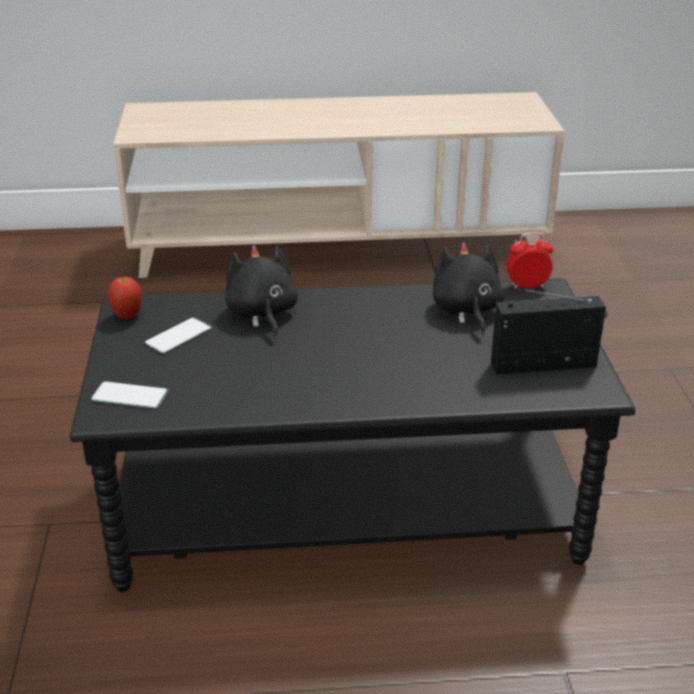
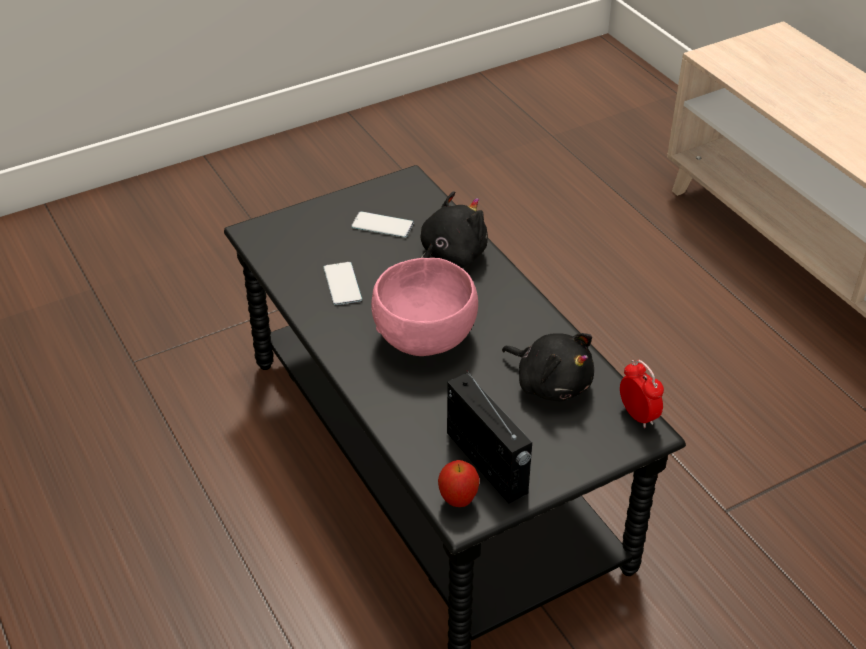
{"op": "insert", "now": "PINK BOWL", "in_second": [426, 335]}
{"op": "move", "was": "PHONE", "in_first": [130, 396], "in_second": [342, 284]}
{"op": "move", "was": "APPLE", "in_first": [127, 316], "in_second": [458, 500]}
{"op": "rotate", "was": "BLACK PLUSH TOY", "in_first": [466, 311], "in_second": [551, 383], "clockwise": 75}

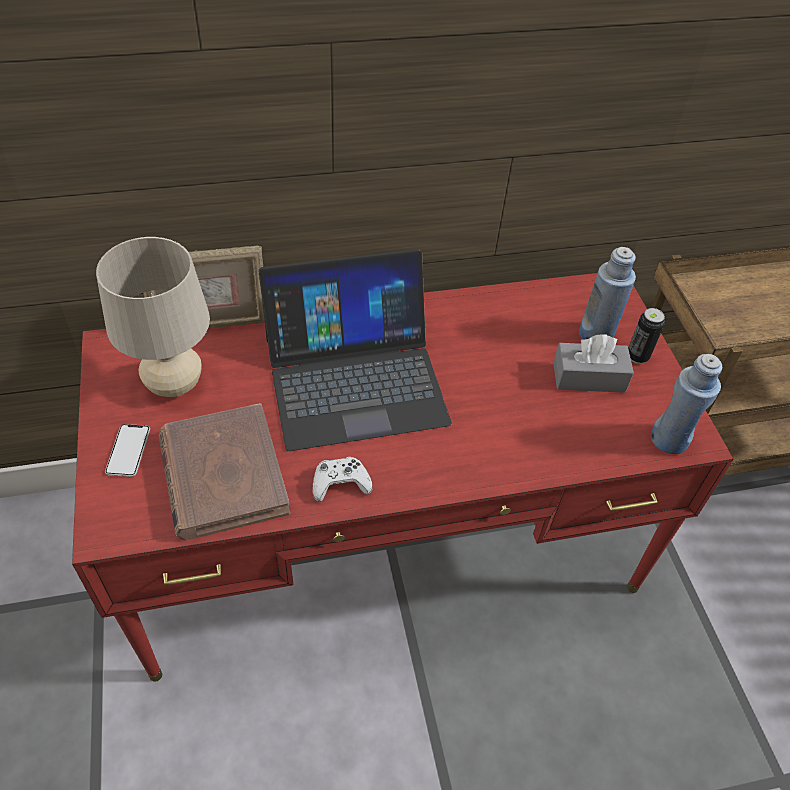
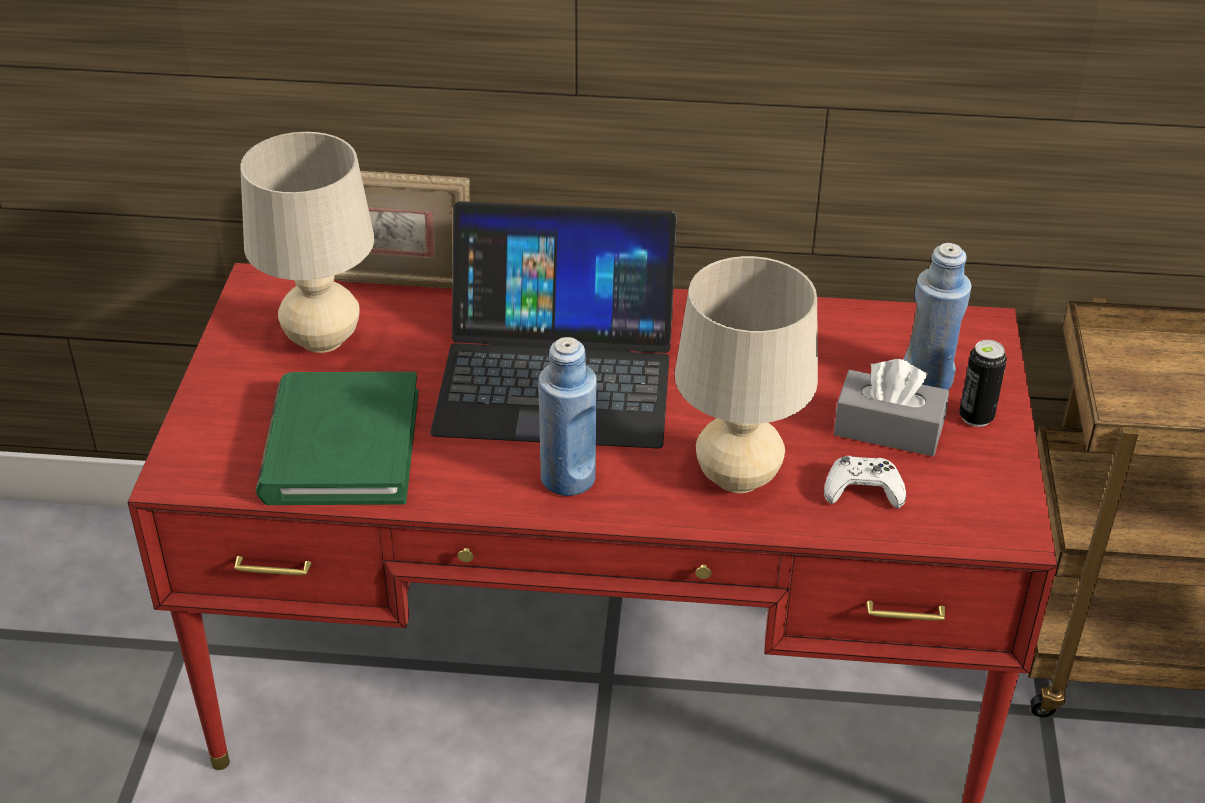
{"op": "delete", "was": "PHONE", "in_first": [128, 451]}
{"op": "insert", "now": "BEIGE TABLE LAMP", "in_second": [738, 477]}
{"op": "move", "was": "WHITE GAME CONTROLLER", "in_first": [340, 483], "in_second": [863, 490]}
{"op": "move", "was": "BLUE BOTTLE", "in_first": [669, 439], "in_second": [568, 478]}
{"op": "recolor", "was": "BROWN BOOK", "now": "GREEN BOOK", "in_first": [223, 475], "in_second": [341, 446]}

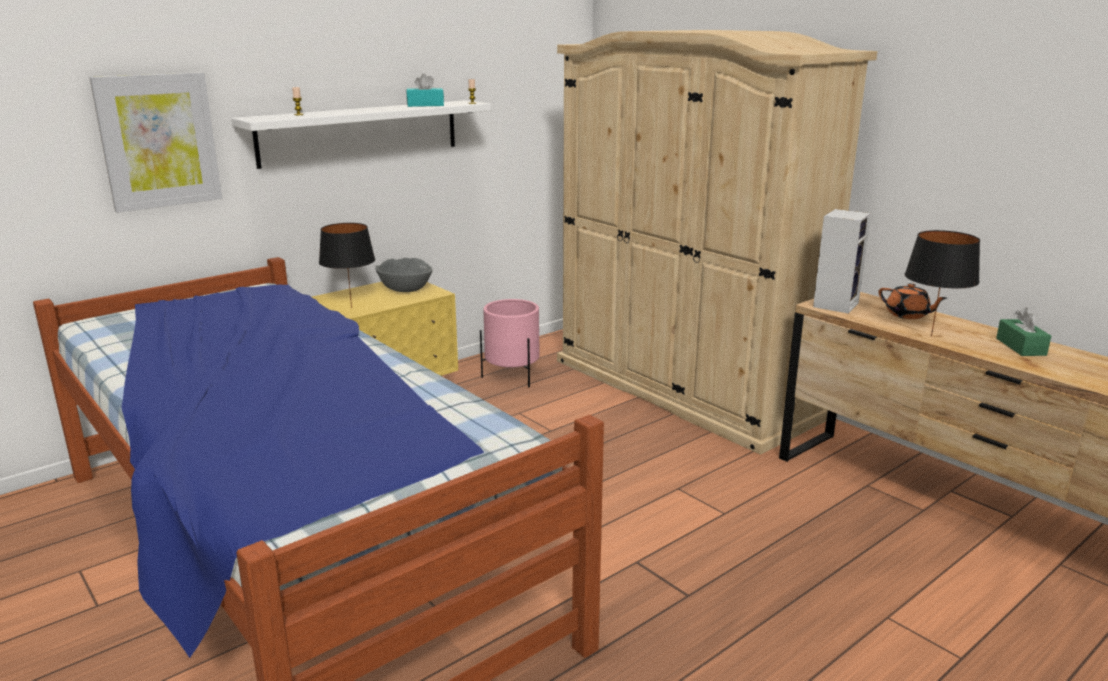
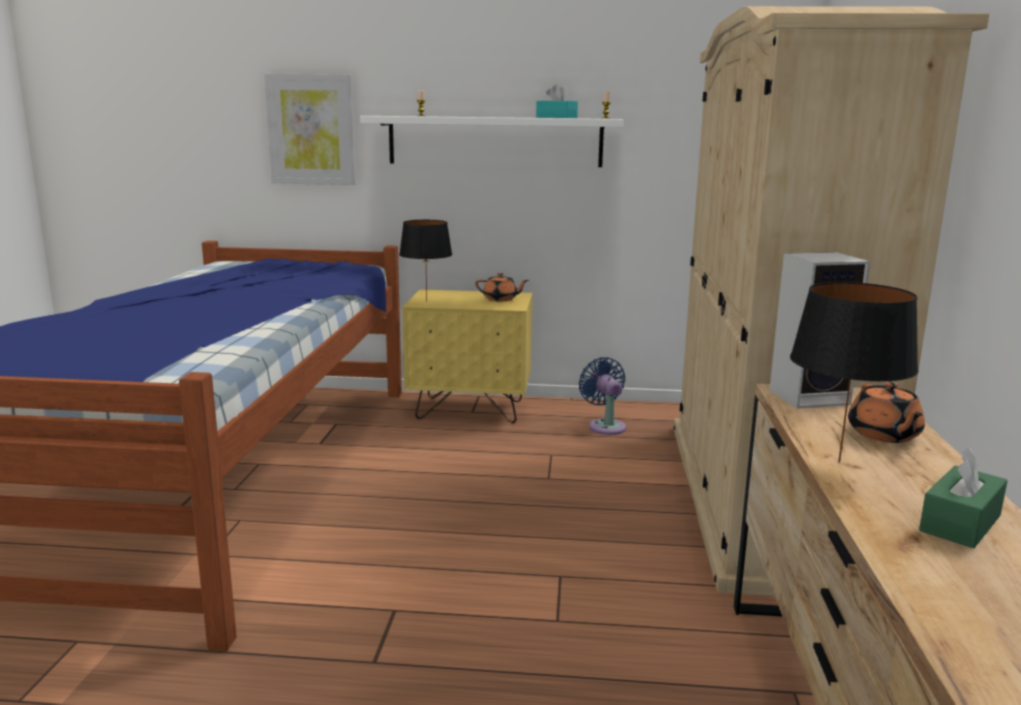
{"op": "replace", "was": "GREY BOWL", "now": "ORANGE TEAPOT", "in_first": [406, 288], "in_second": [501, 299]}
{"op": "replace", "was": "PINK PLANTER", "now": "BLUE FAN", "in_first": [512, 376], "in_second": [605, 426]}

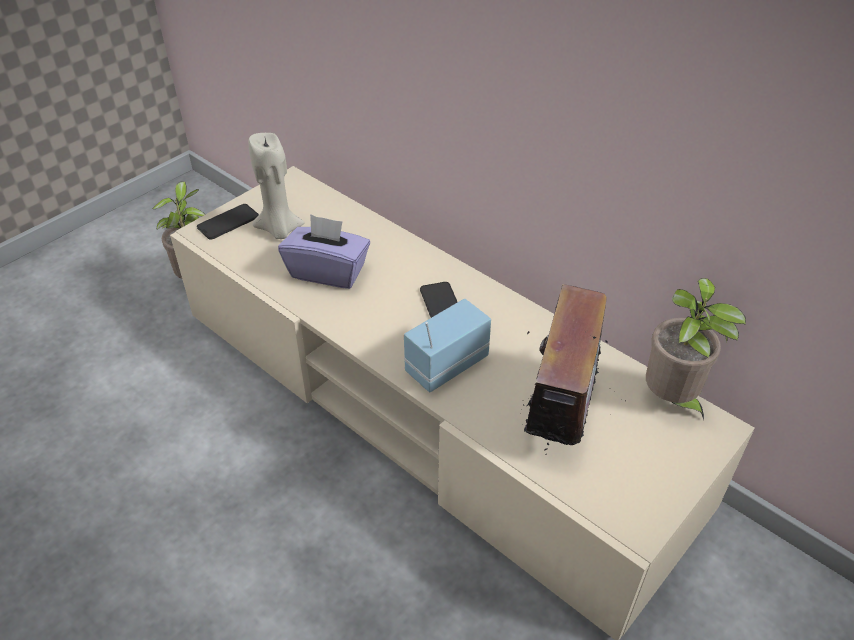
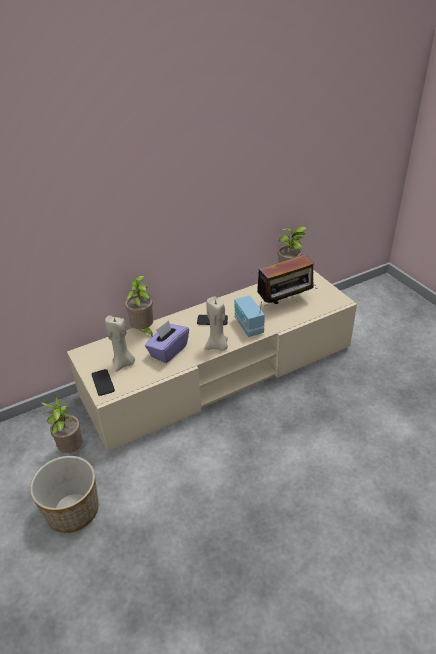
{"op": "insert", "now": "PLANTER", "in_second": [73, 510]}
{"op": "insert", "now": "POTTED PLANT", "in_second": [143, 331]}
{"op": "insert", "now": "BEIGE CANDLE", "in_second": [217, 346]}
{"op": "rotate", "was": "RADIO", "in_first": [561, 412], "in_second": [285, 303], "clockwise": 120}

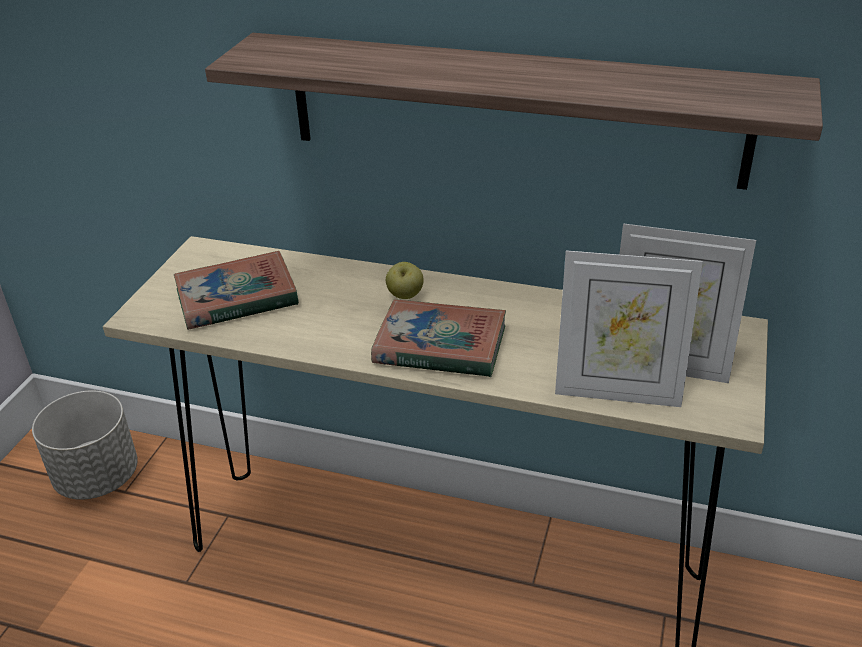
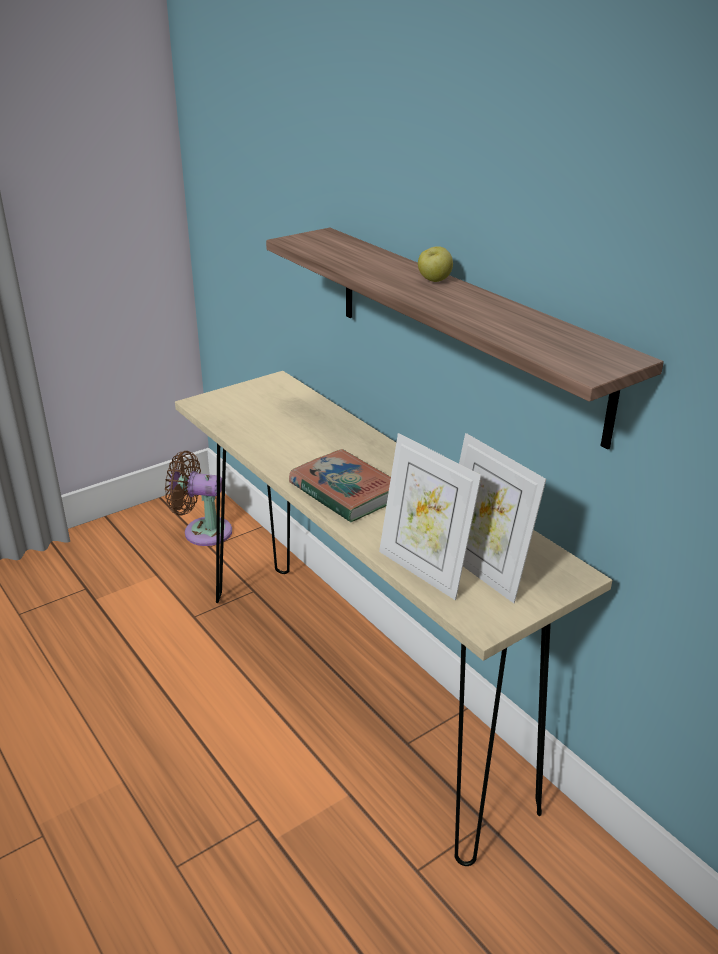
{"op": "delete", "was": "BOOK", "in_first": [237, 298]}
{"op": "move", "was": "APPLE", "in_first": [405, 296], "in_second": [434, 281]}
{"op": "replace", "was": "GREY PLANTER", "now": "BROWN FAN", "in_first": [98, 477], "in_second": [203, 531]}

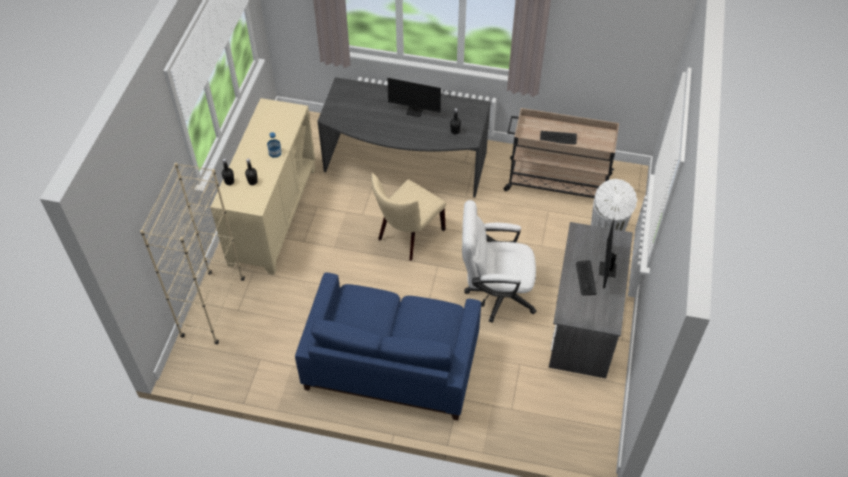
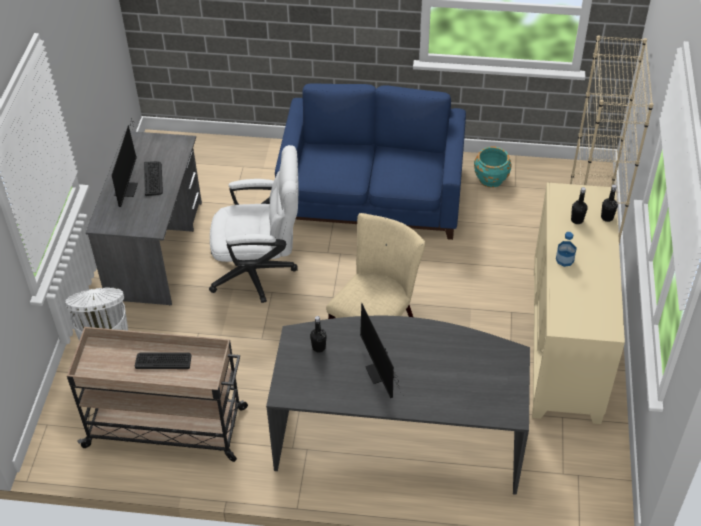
{"op": "insert", "now": "TURQUOISE PLANTER", "in_second": [491, 179]}
{"op": "rotate", "was": "MONITOR", "in_first": [417, 112], "in_second": [380, 375], "clockwise": -120}

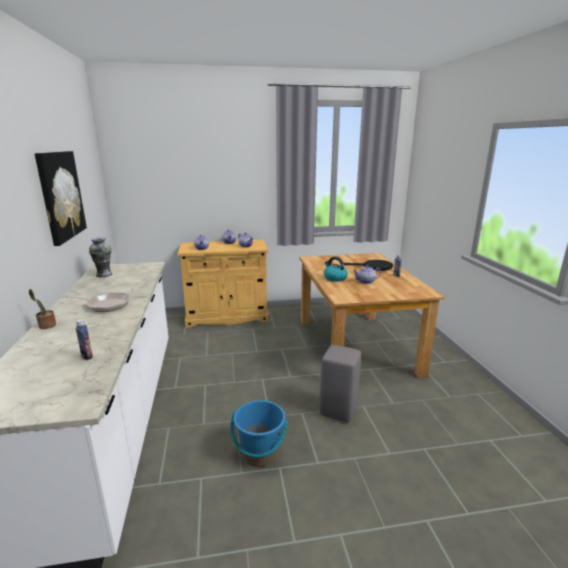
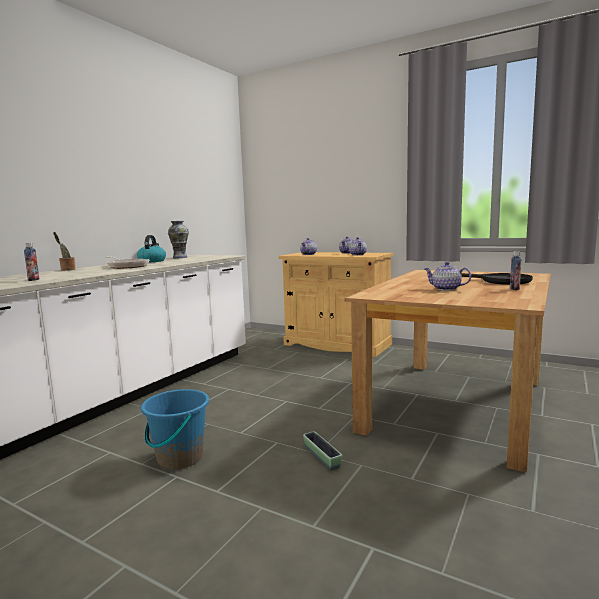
{"op": "delete", "was": "PICTURE", "in_first": [60, 195]}
{"op": "move", "was": "KETTLE", "in_first": [334, 278], "in_second": [152, 261]}
{"op": "replace", "was": "GREY STOOL", "now": "PLANTER", "in_first": [339, 411], "in_second": [322, 457]}

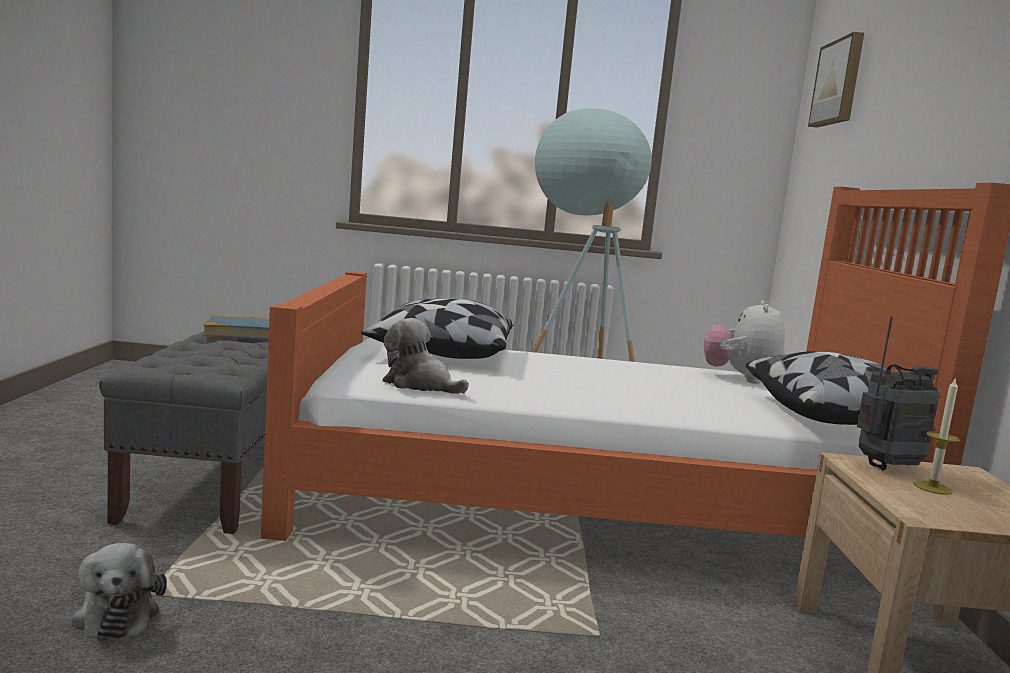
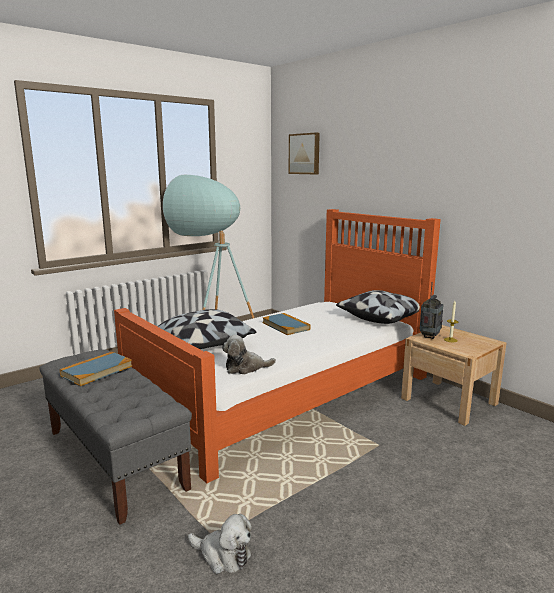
{"op": "delete", "was": "PLUSH TOY", "in_first": [740, 378]}
{"op": "insert", "now": "BOOK", "in_second": [286, 326]}

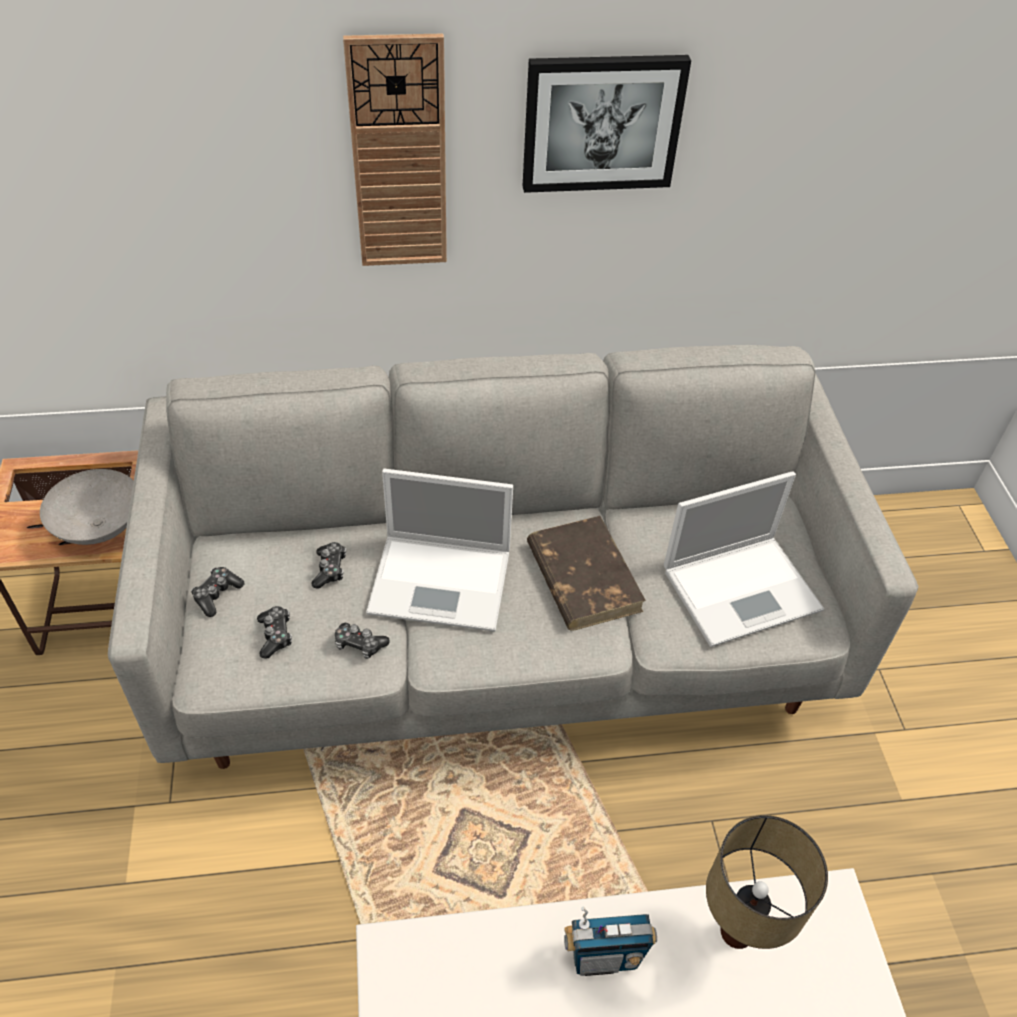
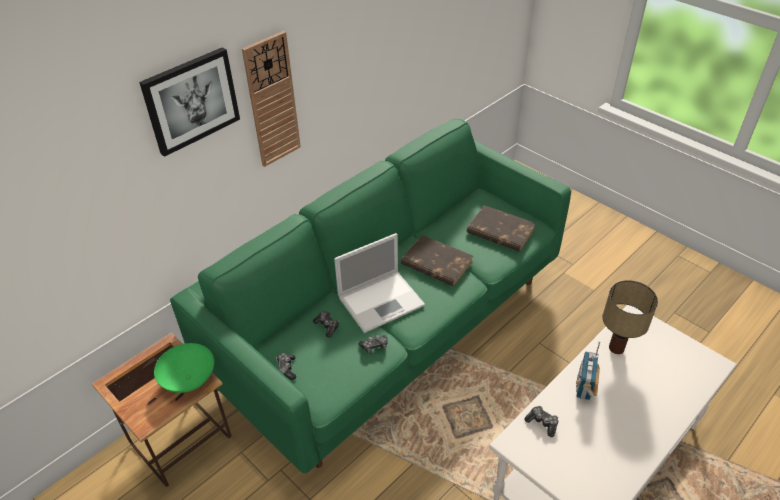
{"op": "move", "was": "GAME CONTROLLER", "in_first": [275, 635], "in_second": [542, 423]}
{"op": "move", "was": "PICTURE", "in_first": [602, 123], "in_second": [191, 100]}
{"op": "replace", "was": "LAPTOP", "now": "BROWN BOOK", "in_first": [743, 588], "in_second": [500, 231]}
{"op": "recolor", "was": "GREY BOWL", "now": "GREEN BOWL", "in_first": [101, 527], "in_second": [190, 379]}
{"op": "recolor", "was": "GREY SOFA", "now": "GREEN SOFA", "in_first": [503, 640], "in_second": [391, 330]}
{"op": "rotate", "was": "RADIO", "in_first": [604, 956], "in_second": [584, 388], "clockwise": 150}

